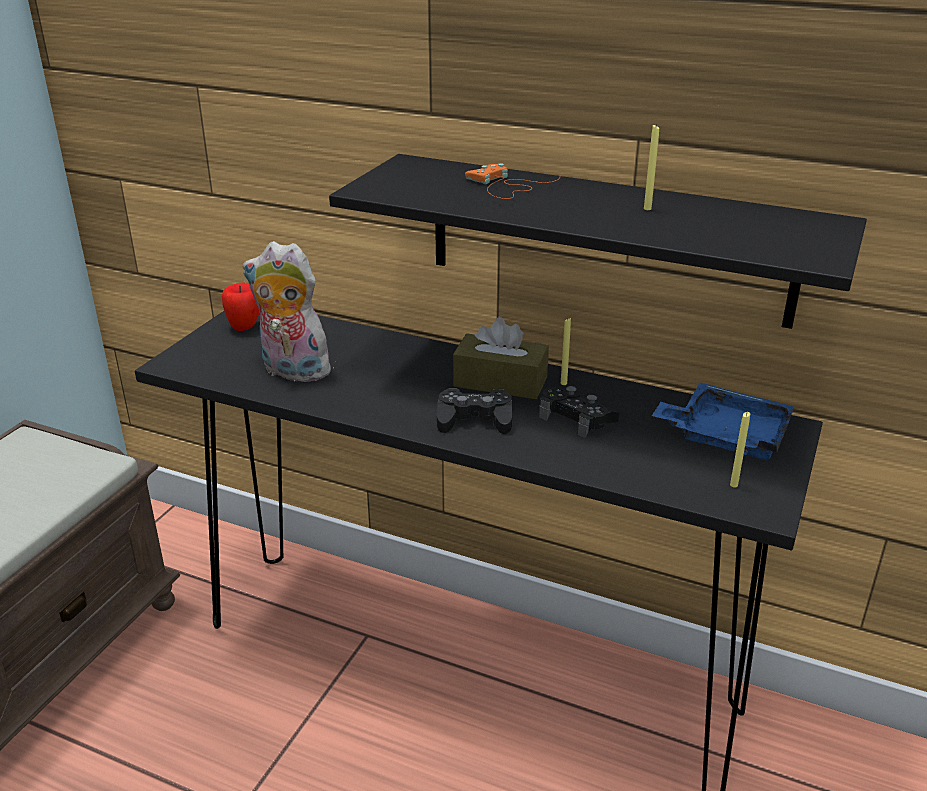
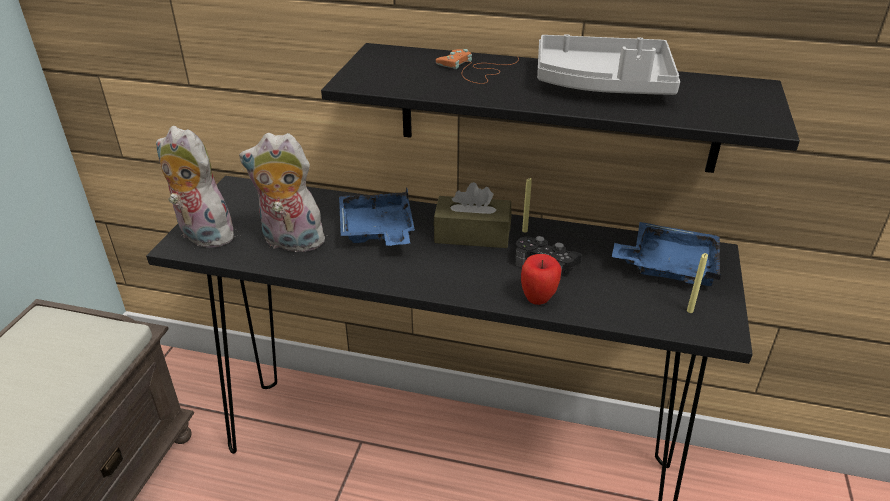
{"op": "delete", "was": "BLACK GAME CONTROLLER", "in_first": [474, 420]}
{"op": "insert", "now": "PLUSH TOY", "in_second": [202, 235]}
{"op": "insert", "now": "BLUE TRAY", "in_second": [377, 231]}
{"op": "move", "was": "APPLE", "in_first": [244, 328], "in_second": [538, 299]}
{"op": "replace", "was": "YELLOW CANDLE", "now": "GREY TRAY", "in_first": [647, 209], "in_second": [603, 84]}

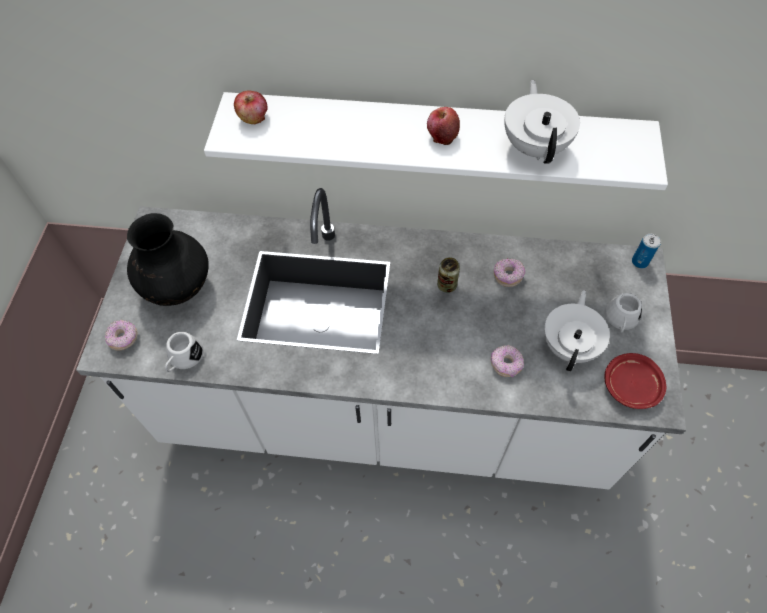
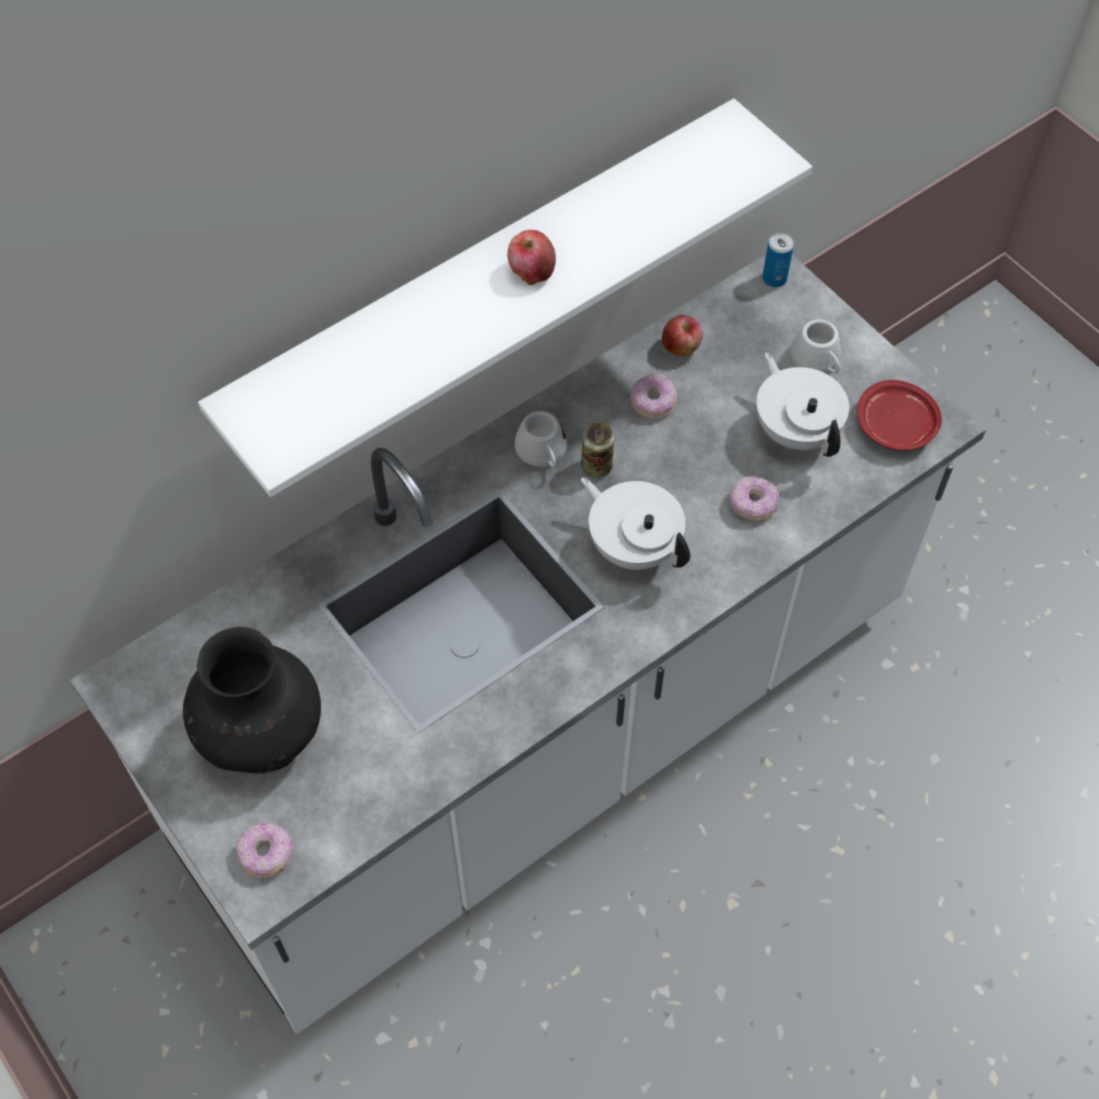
{"op": "move", "was": "WHITE MUG", "in_first": [184, 359], "in_second": [543, 454]}
{"op": "move", "was": "APPLE", "in_first": [253, 118], "in_second": [681, 347]}
{"op": "move", "was": "WHITE TEAPOT", "in_first": [535, 146], "in_second": [634, 546]}

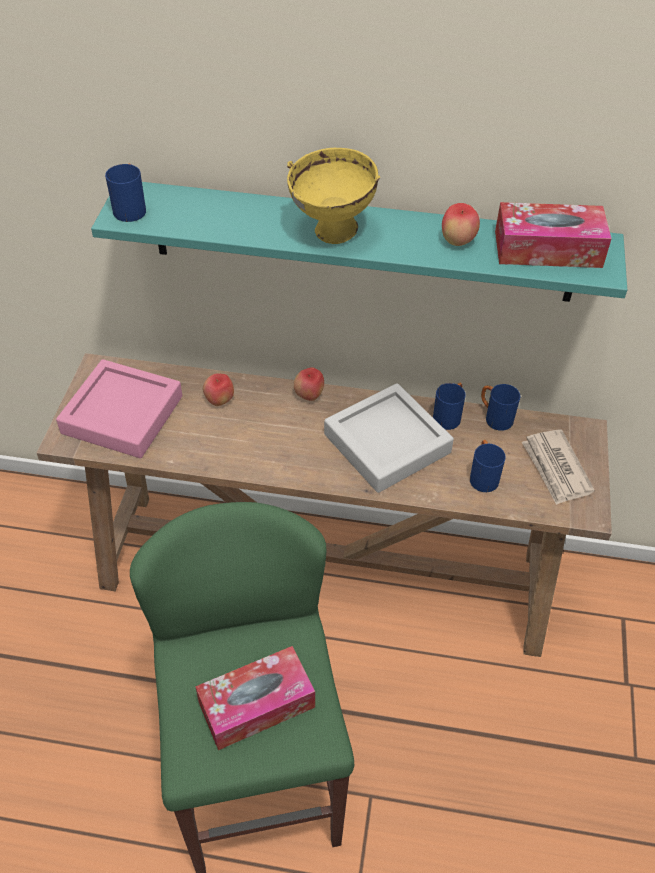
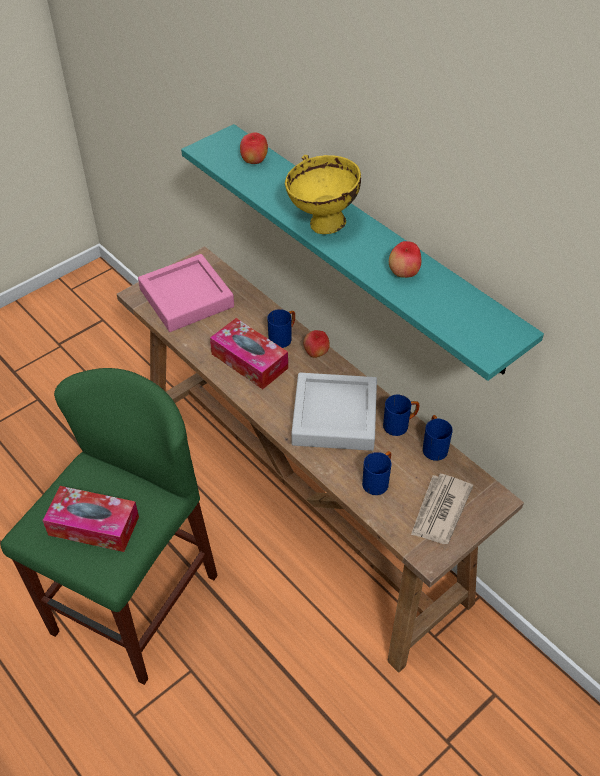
{"op": "move", "was": "BLUE MUG", "in_first": [131, 208], "in_second": [283, 337]}
{"op": "move", "was": "APPLE", "in_first": [219, 401], "in_second": [254, 161]}
{"op": "move", "was": "TISSUE BOX", "in_first": [547, 249], "in_second": [249, 361]}

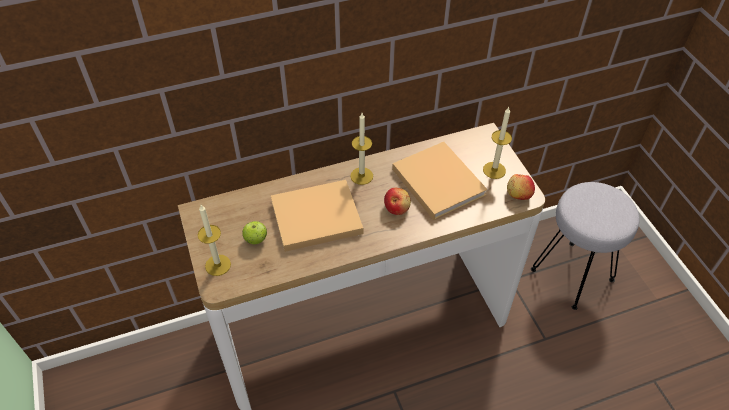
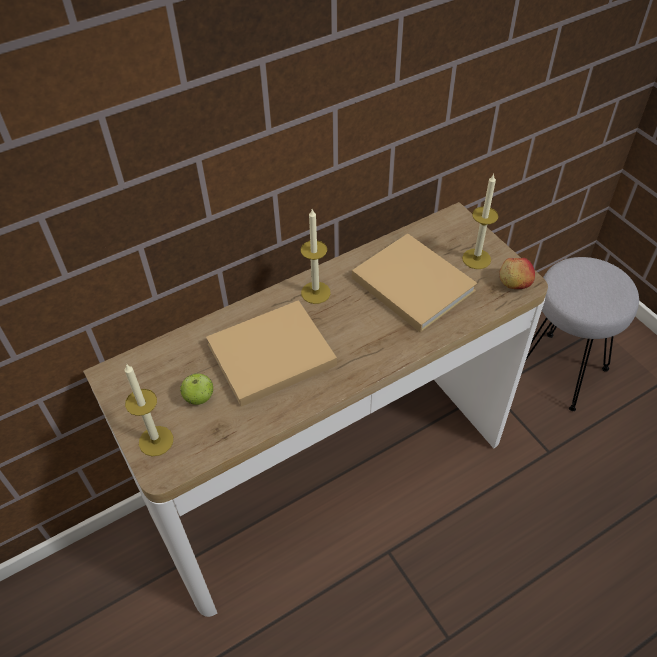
{"op": "delete", "was": "APPLE", "in_first": [397, 208]}

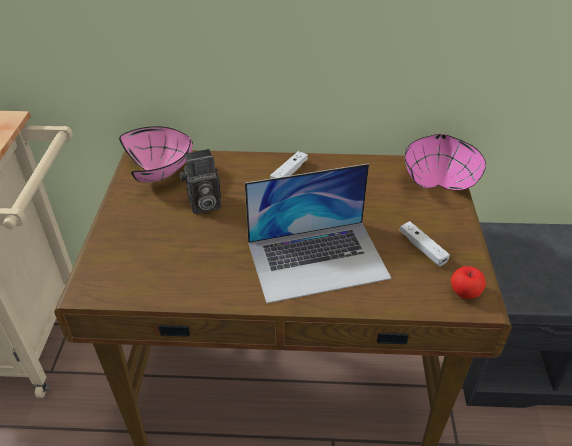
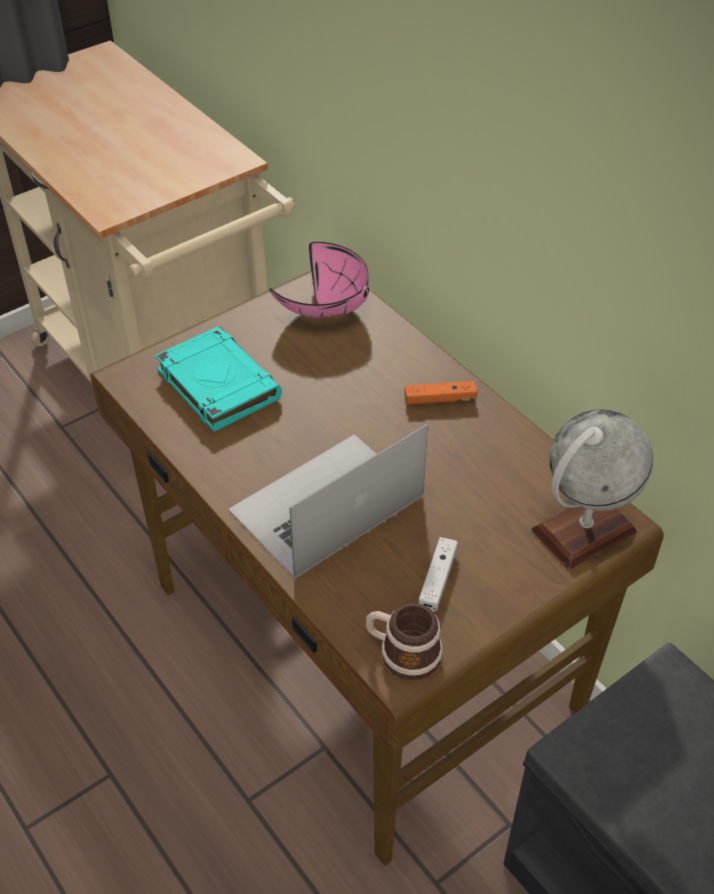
{"op": "delete", "was": "PHOTO CAMERA", "in_first": [203, 205]}
{"op": "insert", "now": "TURQUOISE BOOK", "in_second": [217, 384]}
{"op": "replace", "was": "PINK BOWL", "now": "GLOBE", "in_first": [437, 180], "in_second": [583, 531]}
{"op": "replace", "was": "APPLE", "now": "MUG", "in_first": [465, 293], "in_second": [402, 652]}
{"op": "recolor", "was": "WHITE GAME CONTROLLER", "now": "ORANGE GAME CONTROLLER", "in_first": [289, 172], "in_second": [440, 399]}
{"op": "rotate", "was": "LAPTOP", "in_first": [317, 260], "in_second": [326, 503], "clockwise": 105}

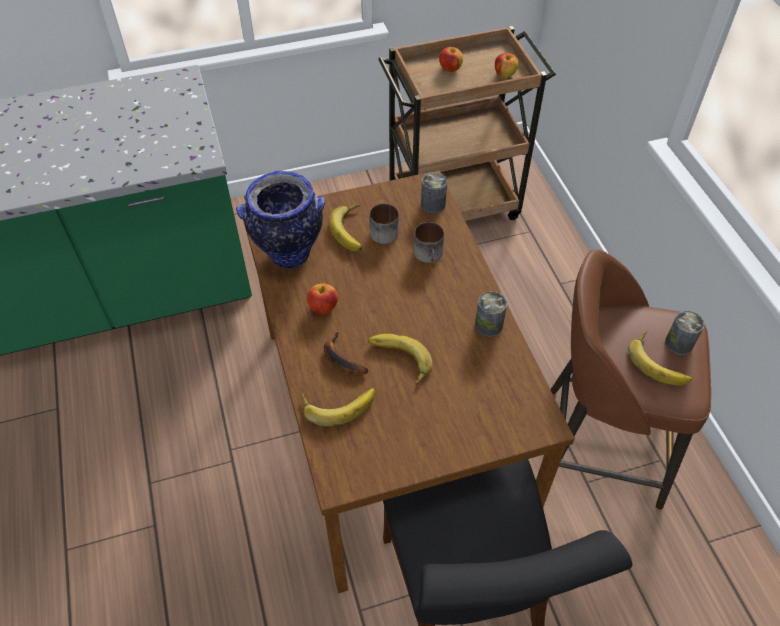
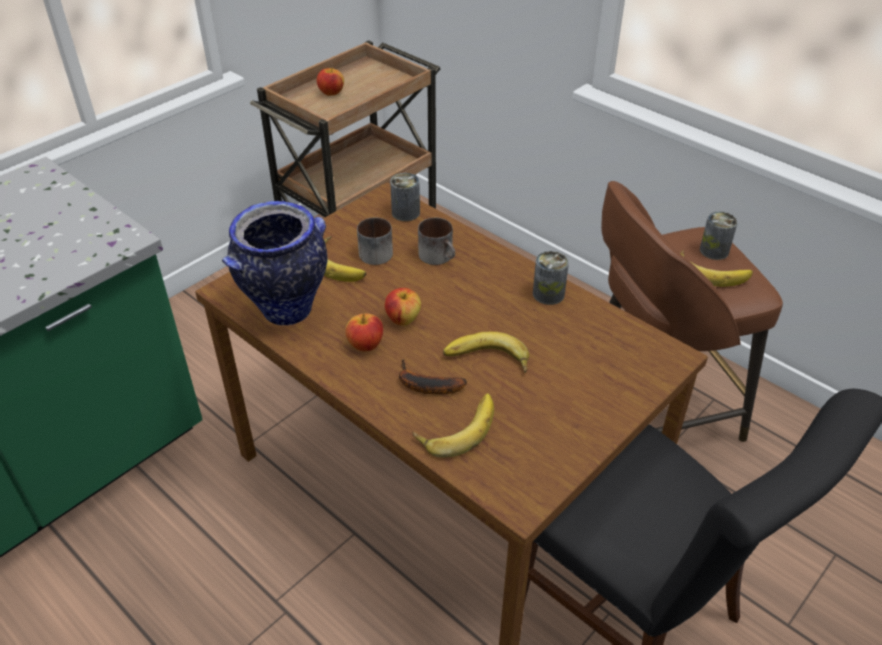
{"op": "move", "was": "APPLE", "in_first": [504, 74], "in_second": [403, 319]}

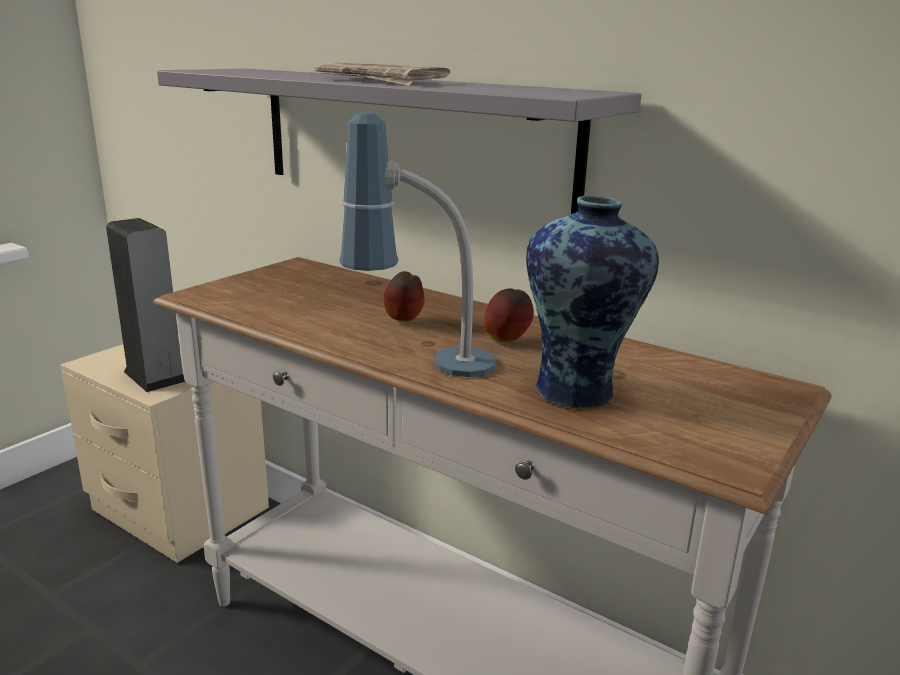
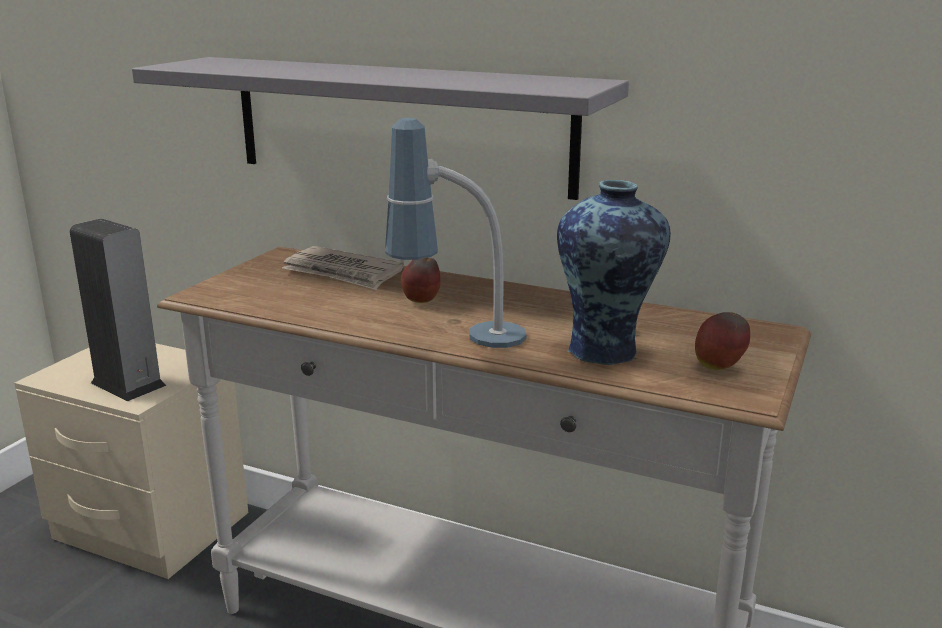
{"op": "move", "was": "NEWSPAPER", "in_first": [379, 80], "in_second": [343, 273]}
{"op": "move", "was": "APPLE", "in_first": [507, 341], "in_second": [719, 368]}

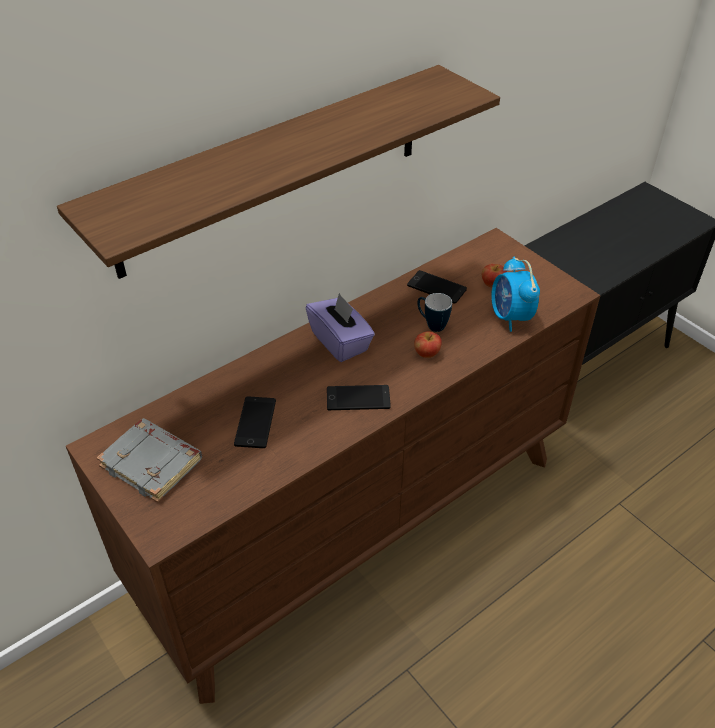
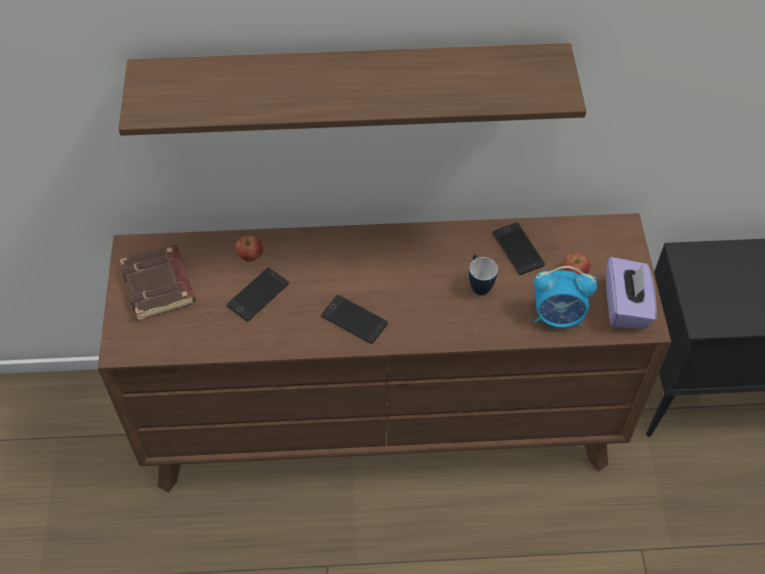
{"op": "move", "was": "PURPLE TISSUE BOX", "in_first": [340, 342], "in_second": [626, 306]}
{"op": "move", "was": "APPLE", "in_first": [426, 353], "in_second": [250, 256]}
{"op": "recolor", "was": "GREY BOOK", "now": "BROWN BOOK", "in_first": [153, 463], "in_second": [160, 286]}
{"op": "rotate", "was": "ALARM CLOCK", "in_first": [510, 317], "in_second": [558, 317], "clockwise": -105}

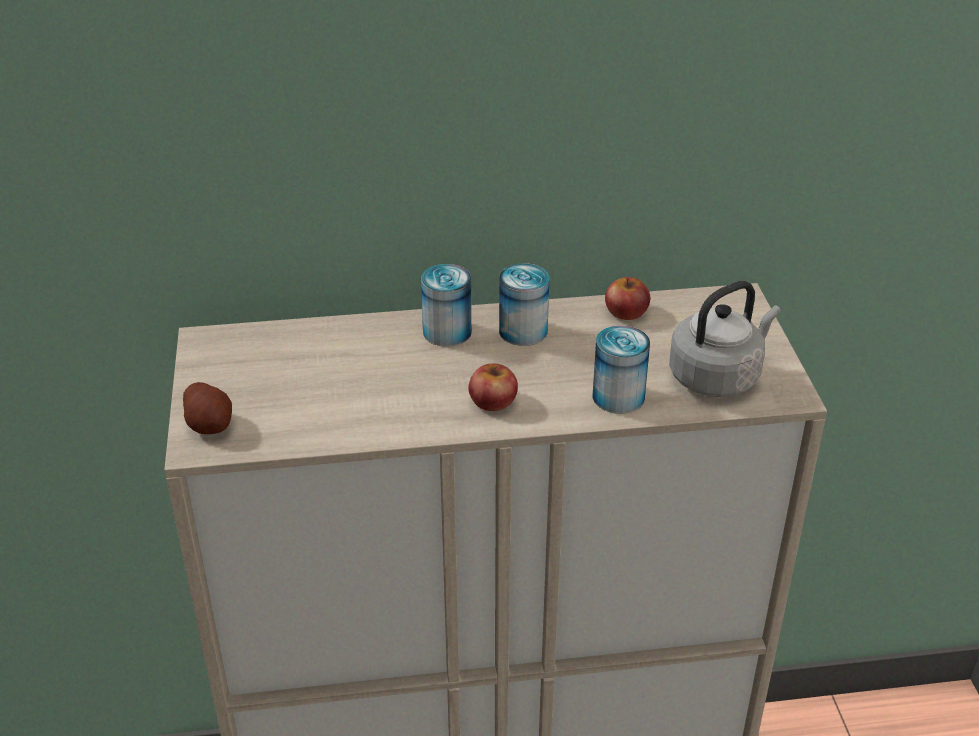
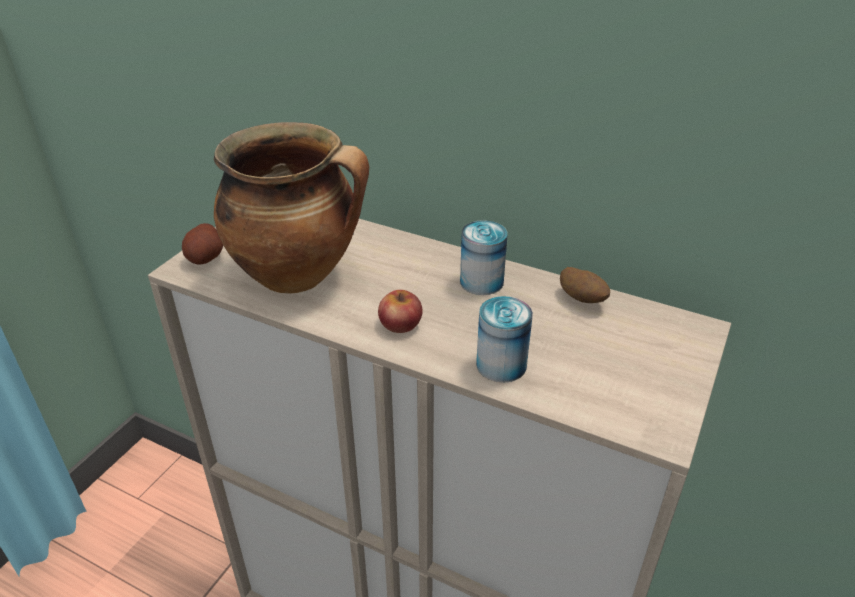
{"op": "delete", "was": "CAN", "in_first": [447, 332]}
{"op": "delete", "was": "GREY KETTLE", "in_first": [718, 376]}
{"op": "insert", "now": "COOKING POT", "in_second": [299, 275]}
{"op": "replace", "was": "APPLE", "now": "POTATO", "in_first": [626, 311], "in_second": [582, 300]}

